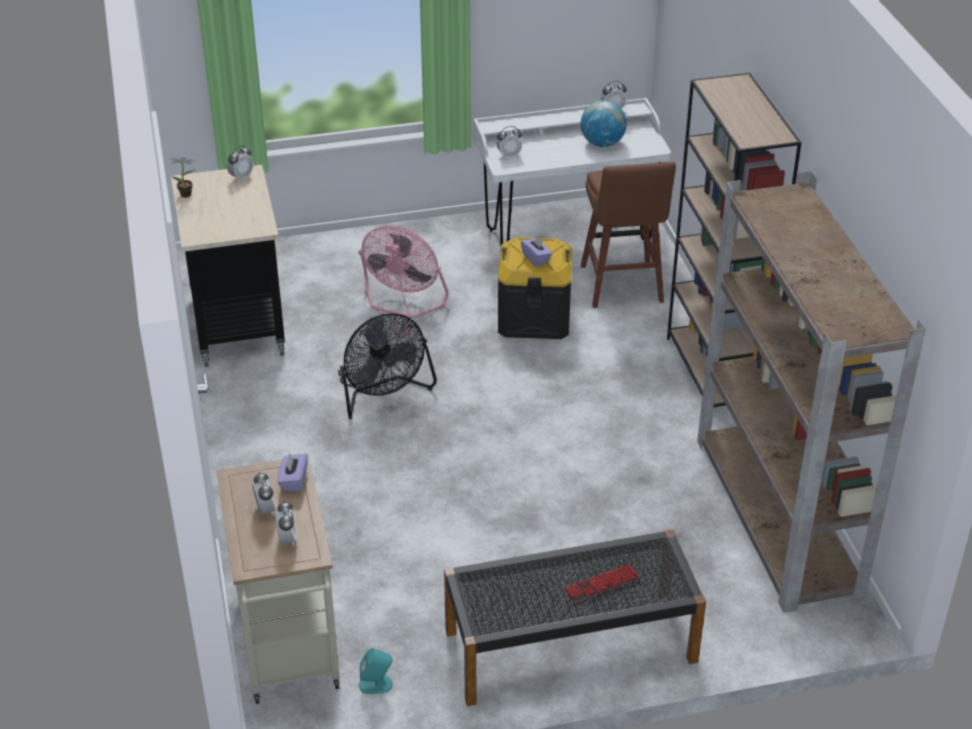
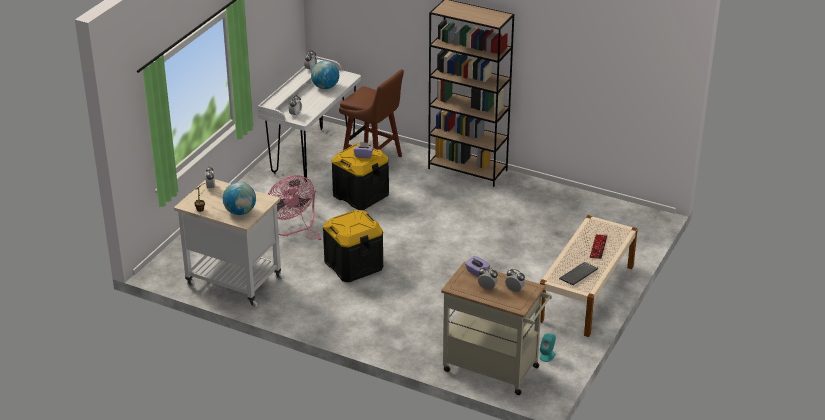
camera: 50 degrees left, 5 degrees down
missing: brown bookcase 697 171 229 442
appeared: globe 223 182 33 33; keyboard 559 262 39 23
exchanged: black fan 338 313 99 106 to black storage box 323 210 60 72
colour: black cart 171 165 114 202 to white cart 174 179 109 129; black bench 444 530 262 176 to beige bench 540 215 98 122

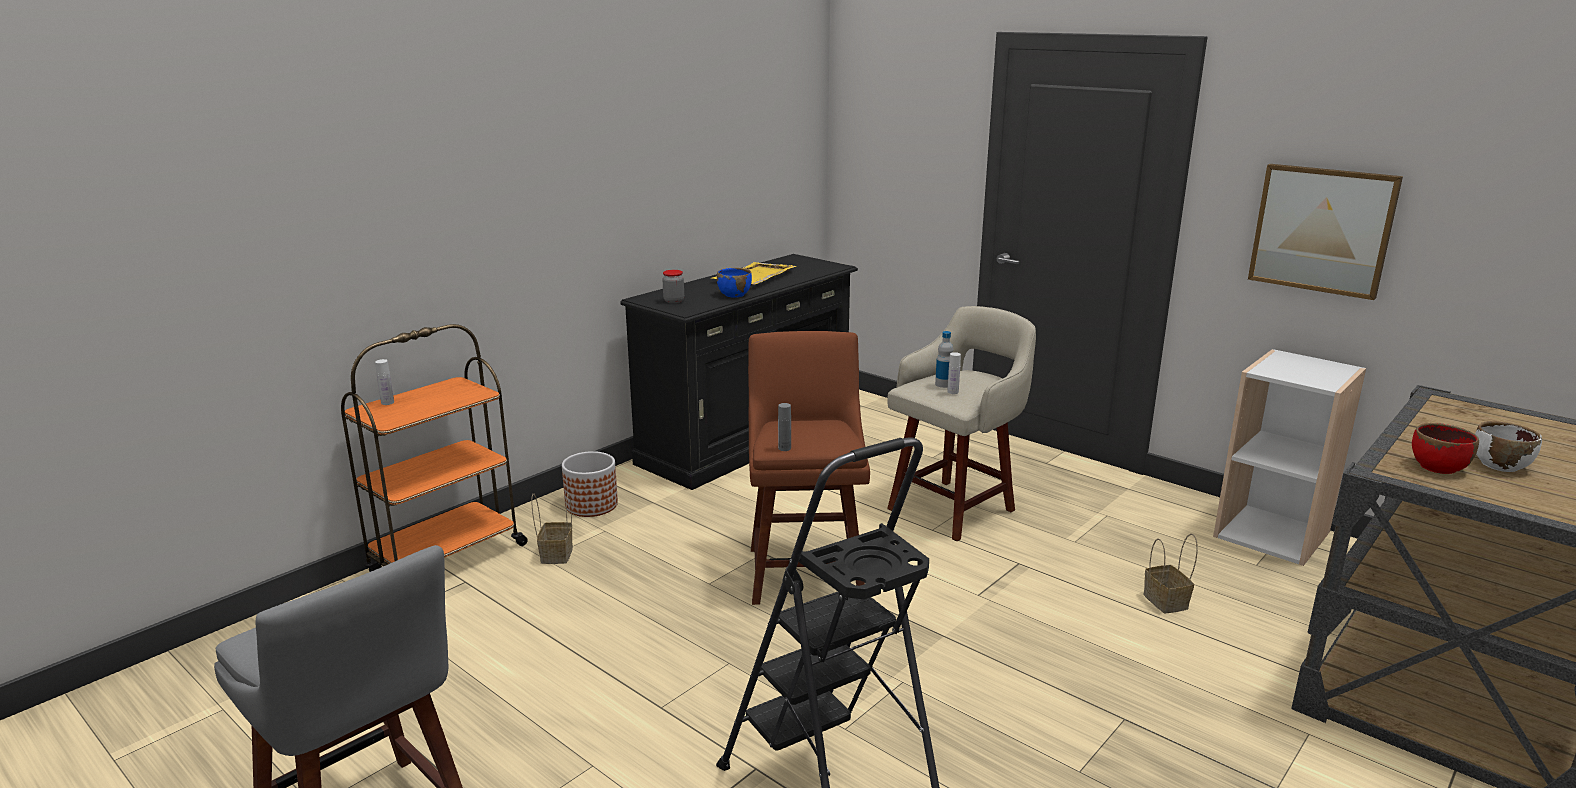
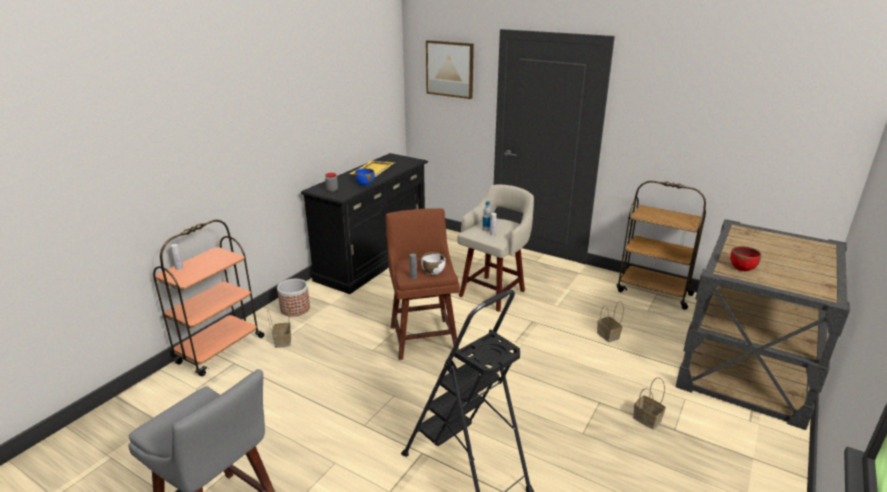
camera: 10 degrees left, 5 degrees up
appeared: basket 633 377 33 52
relocated: picture 1248 164 155 136 to 426 40 48 59; white bowl 1475 421 67 51 to 421 252 25 23
exchanged: bookcase 1213 349 153 217 to brown cart 616 181 90 129

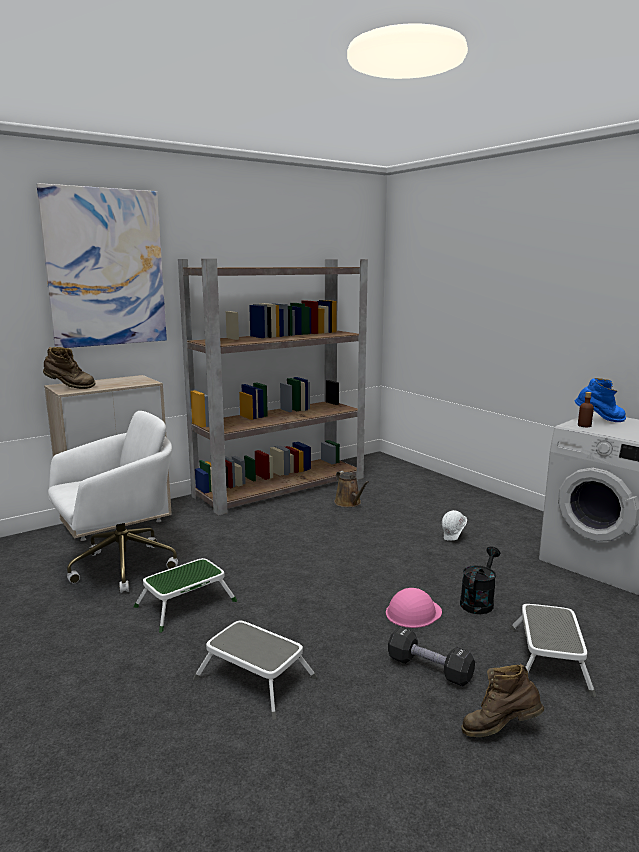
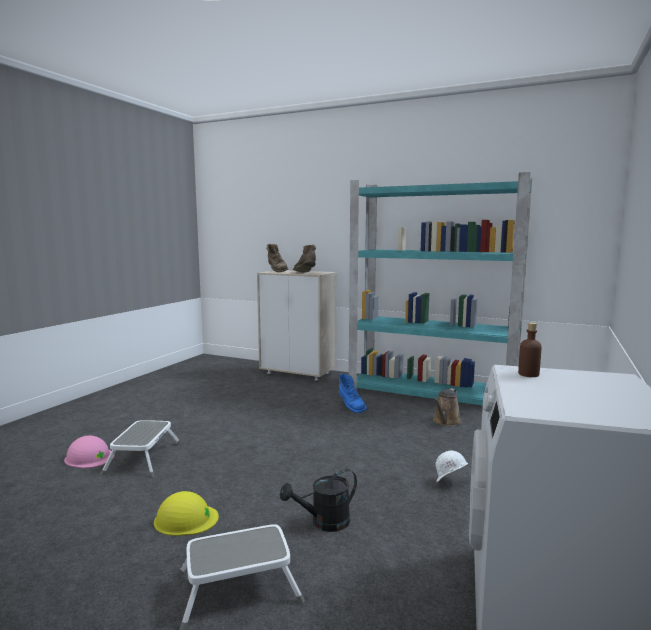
camera: 60 degrees right, 5 degrees down
missing: picture 36 183 131 165; white office chair 48 411 130 182; green step ladder 134 558 103 74
relocated: pink hard hat 386 588 56 40 to 64 436 51 32; brown boot 461 664 83 73 to 293 245 23 28; blue boot 574 378 52 44 to 339 374 28 39
exchanged: black dumbbell 388 626 87 61 to yellow hard hat 154 491 65 45
colour: brown bookcase 178 259 190 257 to turquoise bookcase 349 172 183 234
spun: black watering can 460 547 40 67 = 280 469 77 63 150 degrees clockwise

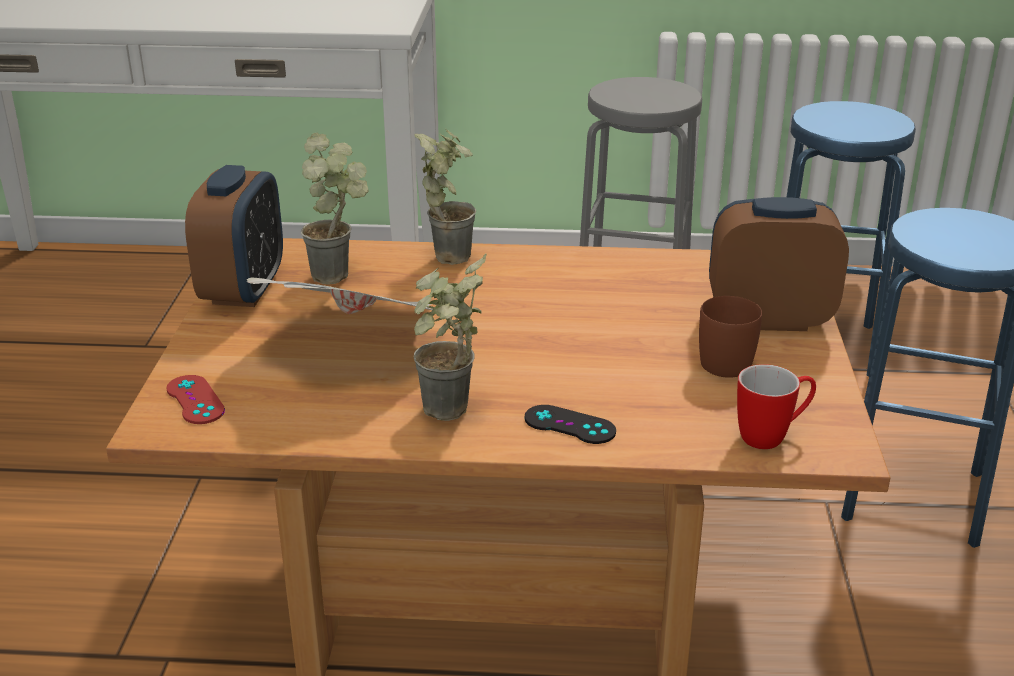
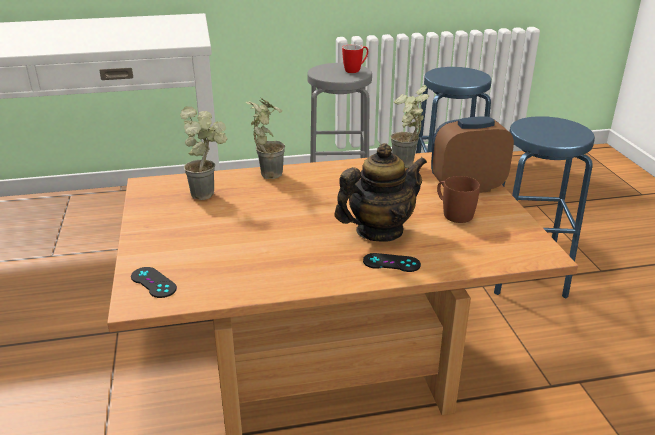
camera: 15 degrees left, 0 degrees up
missing: alarm clock 185 165 98 142; newspaper 247 278 185 36
appeared: teapot 335 143 92 98
relocated: potted plant 414 254 73 167 to 390 85 39 83; mug 737 364 79 85 to 342 44 26 29
colour: red game controller 166 375 59 49 to black game controller 131 267 46 31

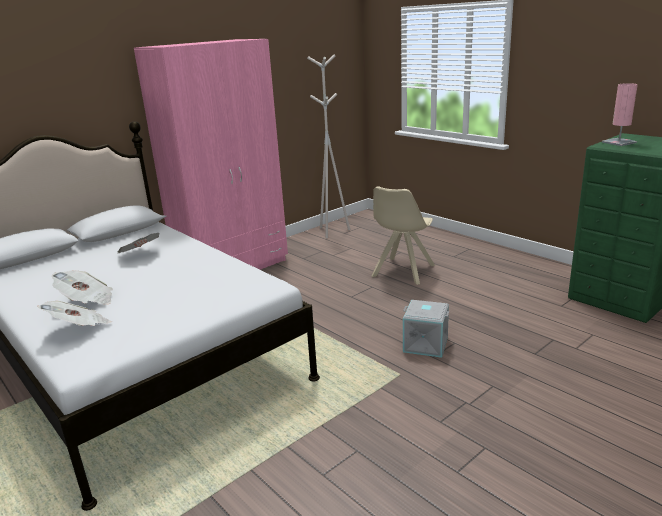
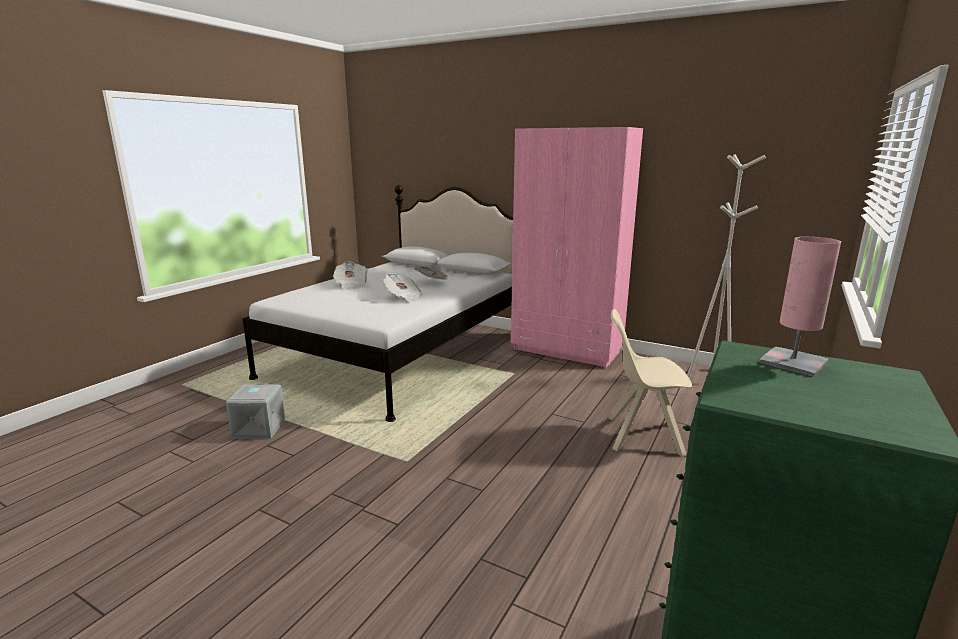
camera: 70 degrees right, 5 degrees down
relocated: newspaper 37 301 75 25 to 383 273 40 29; grey storage box 403 300 46 58 to 226 383 59 56

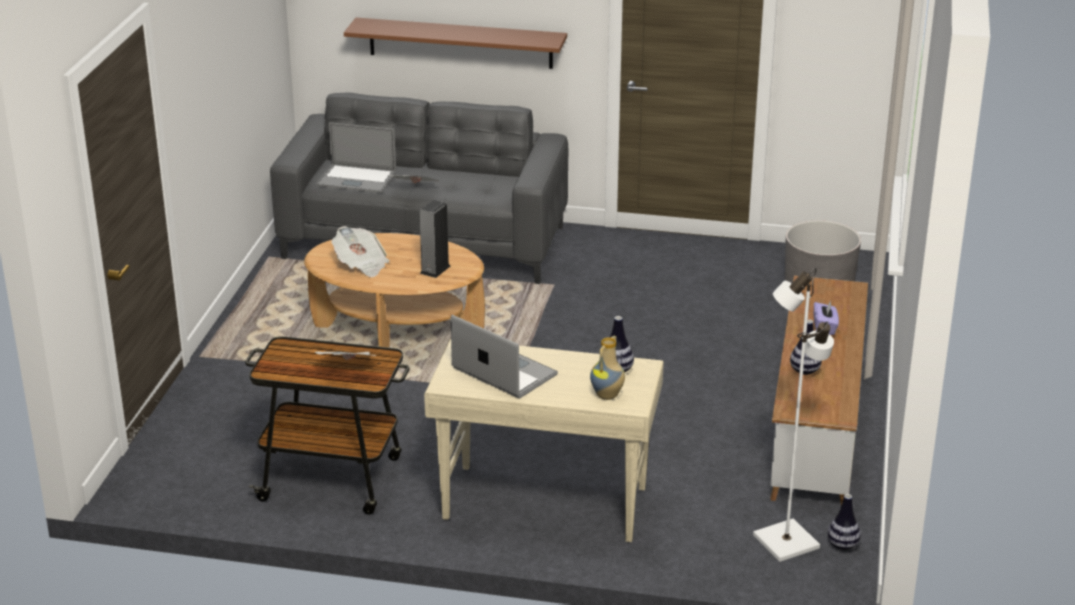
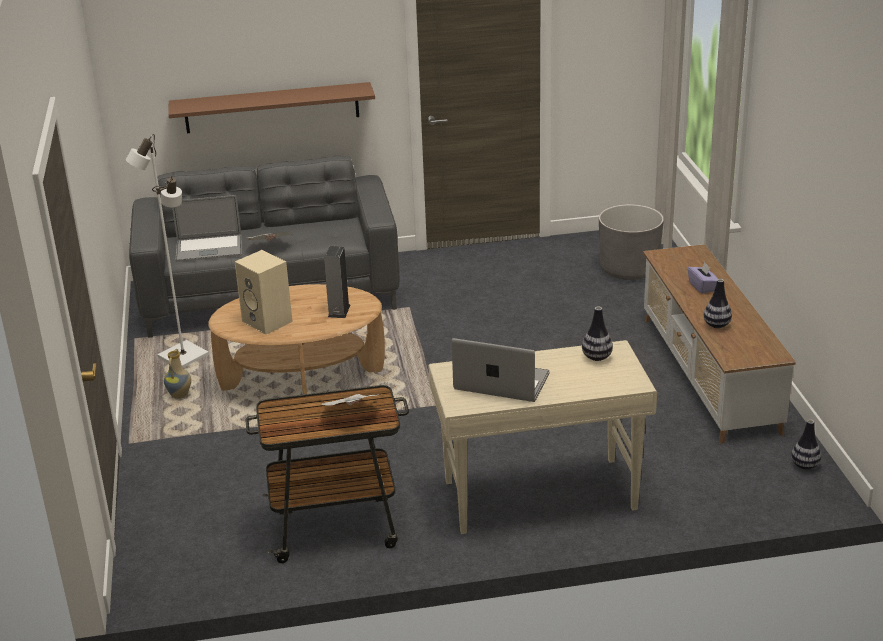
camera: 20 degrees left, 0 degrees up
relocated: vase 590 336 35 64 to 164 349 27 50; white floor lamp 753 268 81 294 to 126 134 83 234
exchanged: newspaper 332 226 58 51 to beige speaker 235 250 58 85

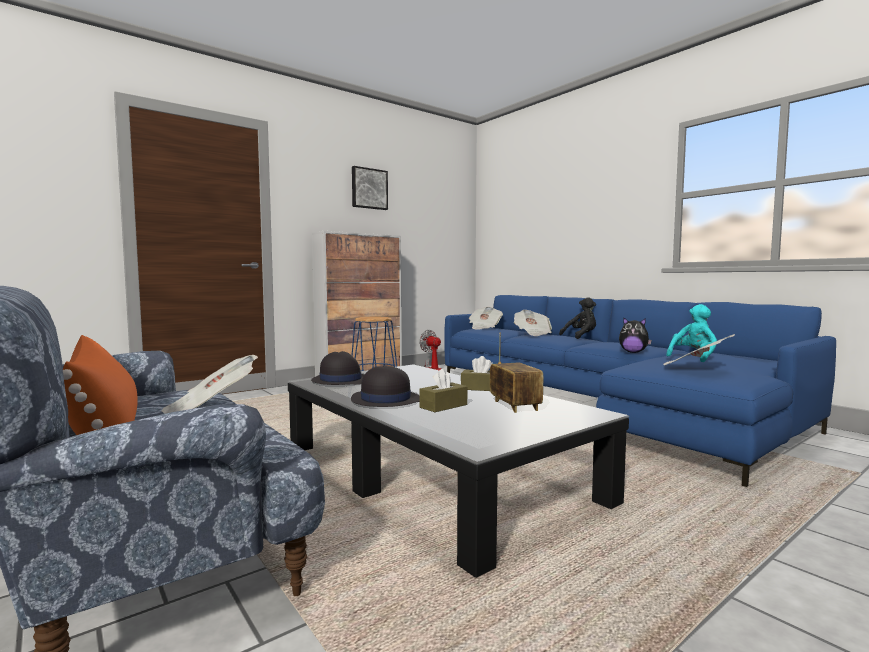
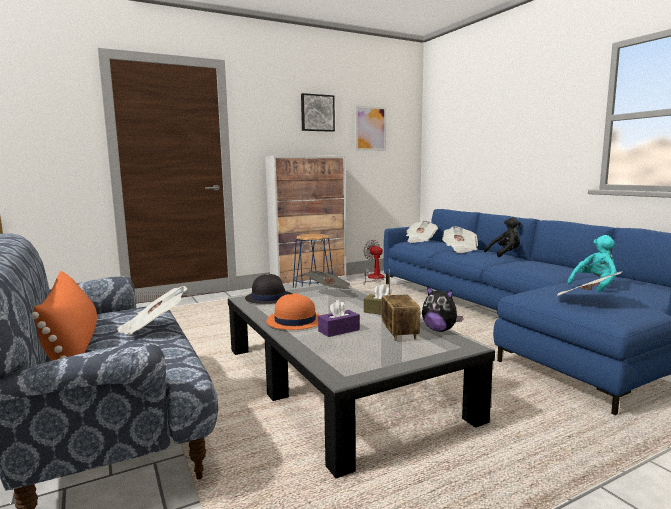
camera: 10 degrees right, 5 degrees up
appeared: newspaper 304 271 47 18; picture 355 106 31 45
relocated: plush toy 619 317 33 36 to 422 286 41 46
colour: black hat 351 365 69 42 to orange hat 266 293 54 37; brown tissue box 419 369 48 43 to purple tissue box 318 300 42 37

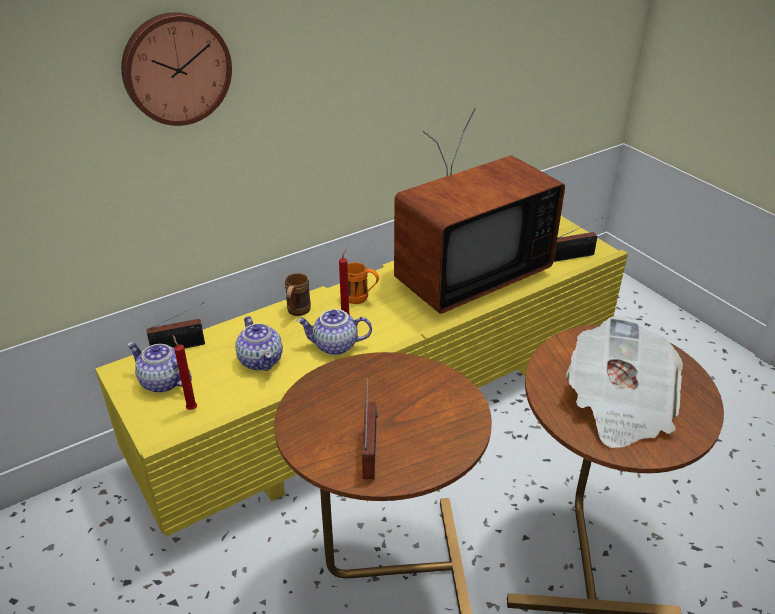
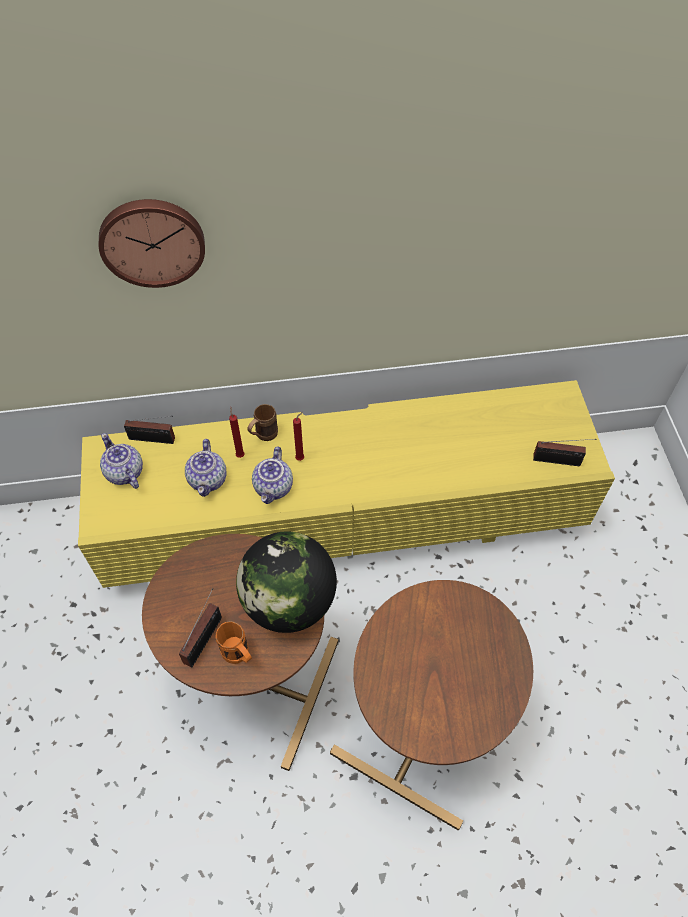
camera: 25 degrees right, 20 degrees up
missing: television 394 108 171 206; newspaper 566 316 117 132
appeared: globe 236 531 101 102
relocated: red candle 173 335 24 75 to 229 407 16 51; orange mug 347 262 32 42 to 216 621 36 43
spun: teapot 297 309 75 46 = 252 446 41 58 105 degrees counterclockwise

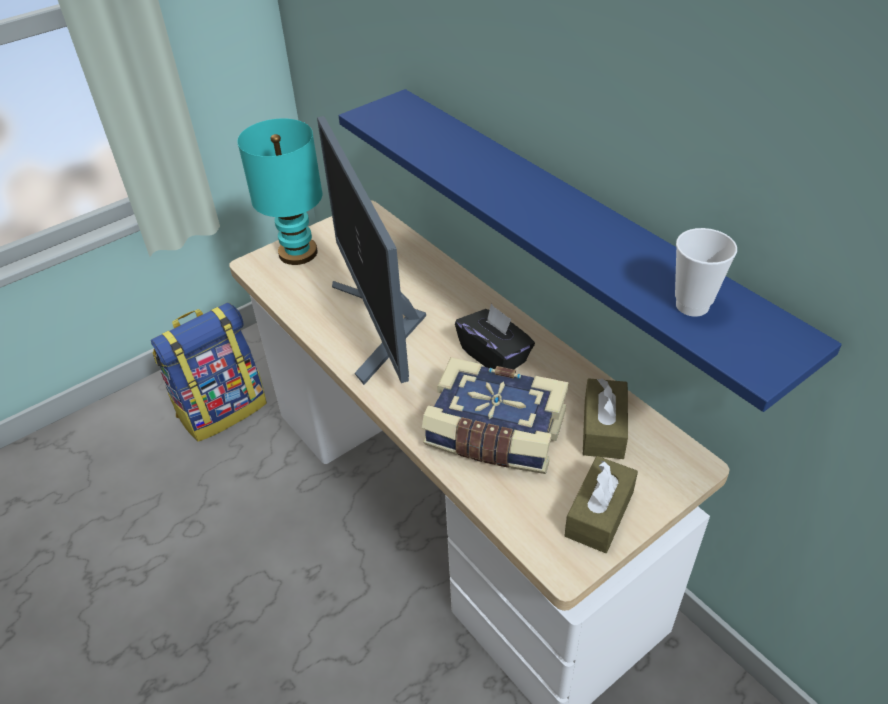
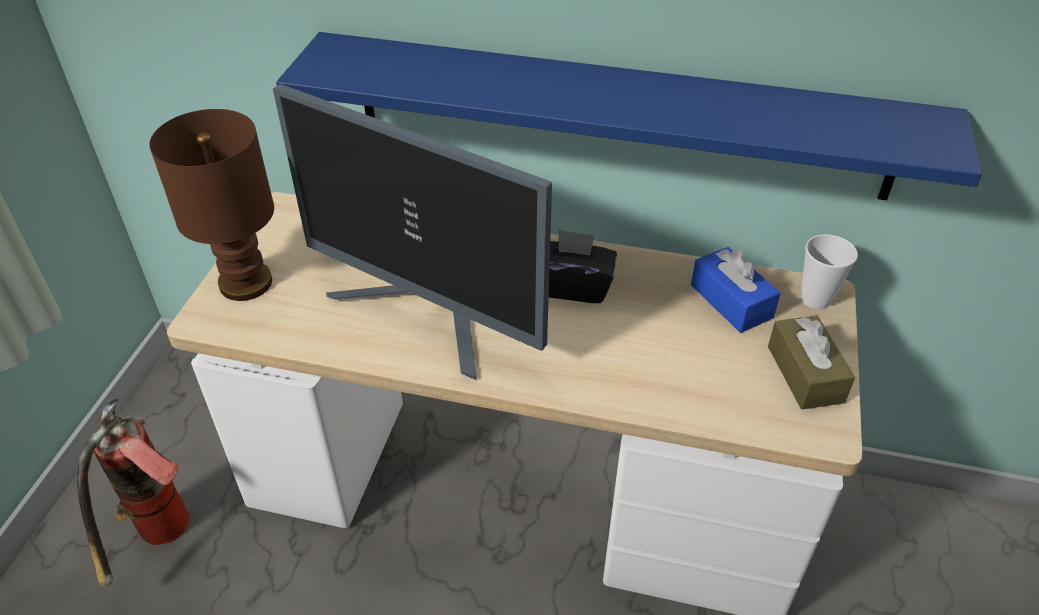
camera: 40 degrees left, 0 degrees up
missing: book 422 357 147 117
relocated: cup 675 228 62 89 to 801 234 57 75
exchanged: backpack 151 302 116 140 to fire extinguisher 77 399 113 189
colour: turquoise table lamp 237 118 85 147 to brown table lamp 149 109 125 192; brown tissue box 583 378 45 81 to blue tissue box 691 247 90 86

